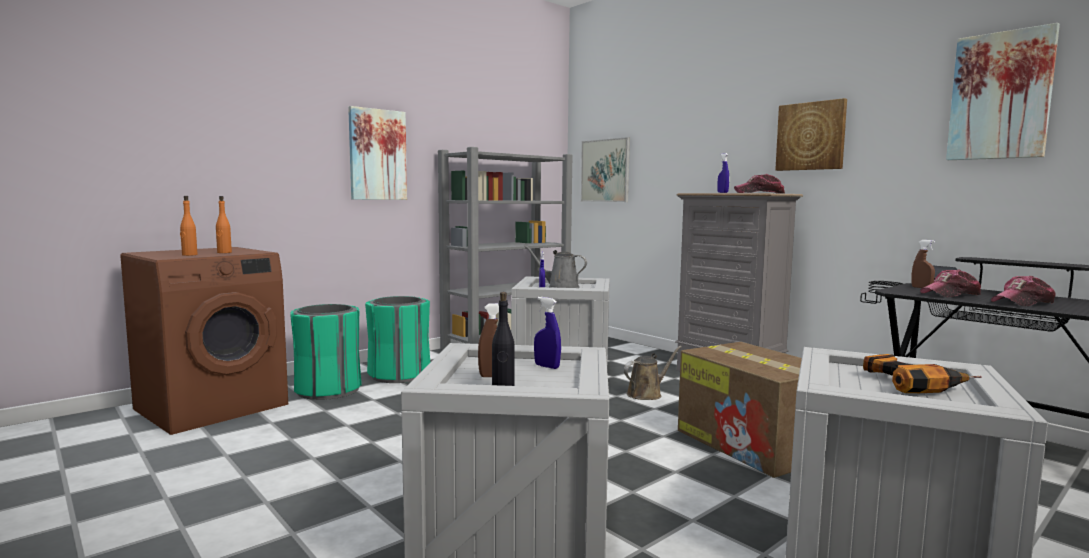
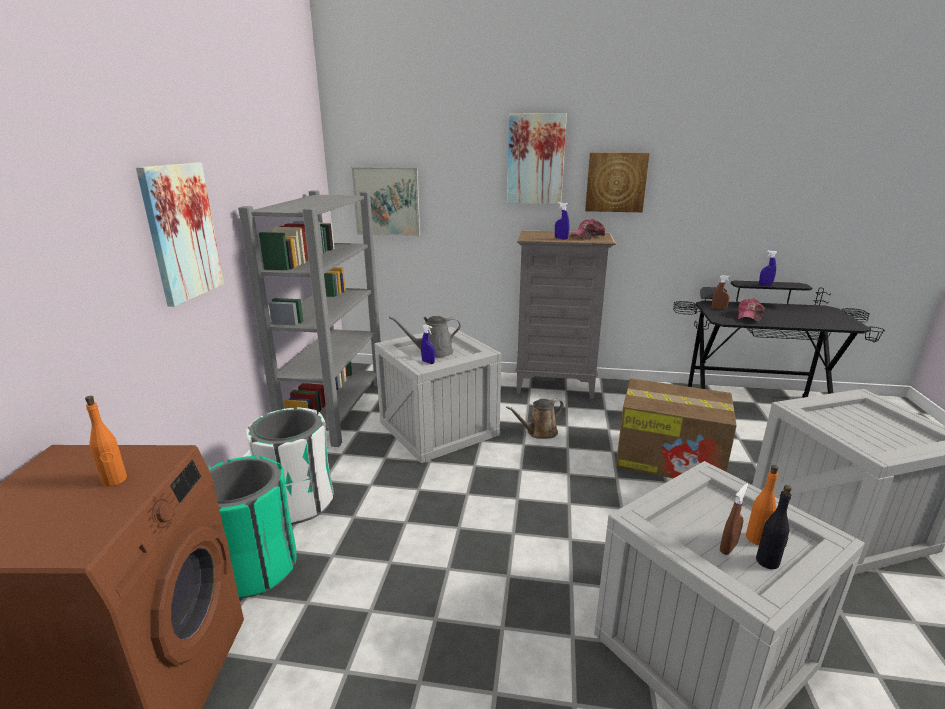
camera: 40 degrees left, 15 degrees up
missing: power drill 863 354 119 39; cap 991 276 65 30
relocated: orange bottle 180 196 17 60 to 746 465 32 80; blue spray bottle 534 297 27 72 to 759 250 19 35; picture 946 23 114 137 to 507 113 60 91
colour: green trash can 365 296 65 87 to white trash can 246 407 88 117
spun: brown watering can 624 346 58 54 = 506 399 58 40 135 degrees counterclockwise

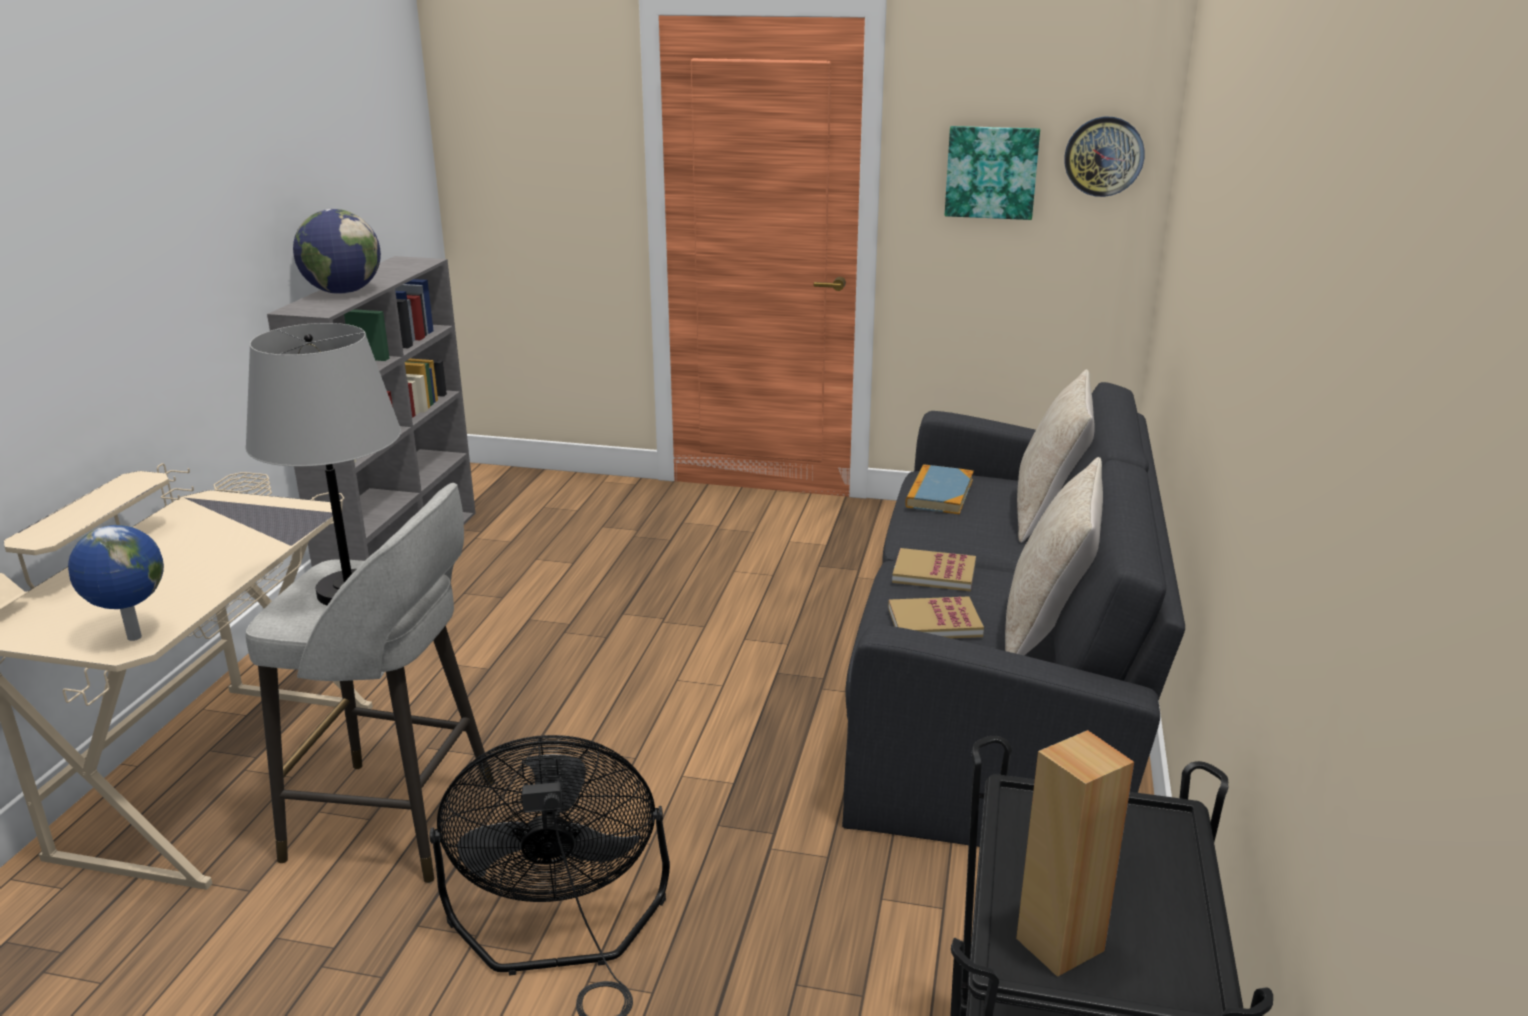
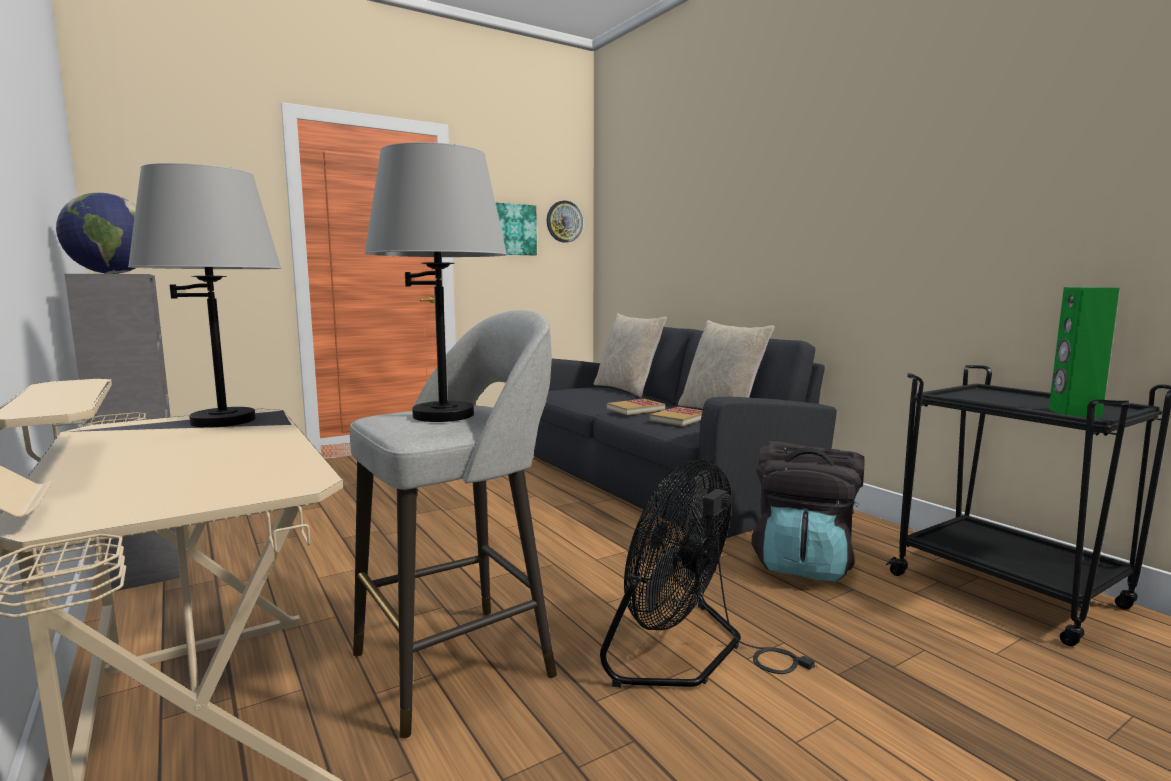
camera: 45 degrees left, 15 degrees down
missing: globe 68 525 96 116; book 905 464 69 50
appeared: grey table lamp 128 163 153 265; black backpack 752 441 112 141
colour: brown speaker 1016 730 118 247 to green speaker 1049 287 70 131

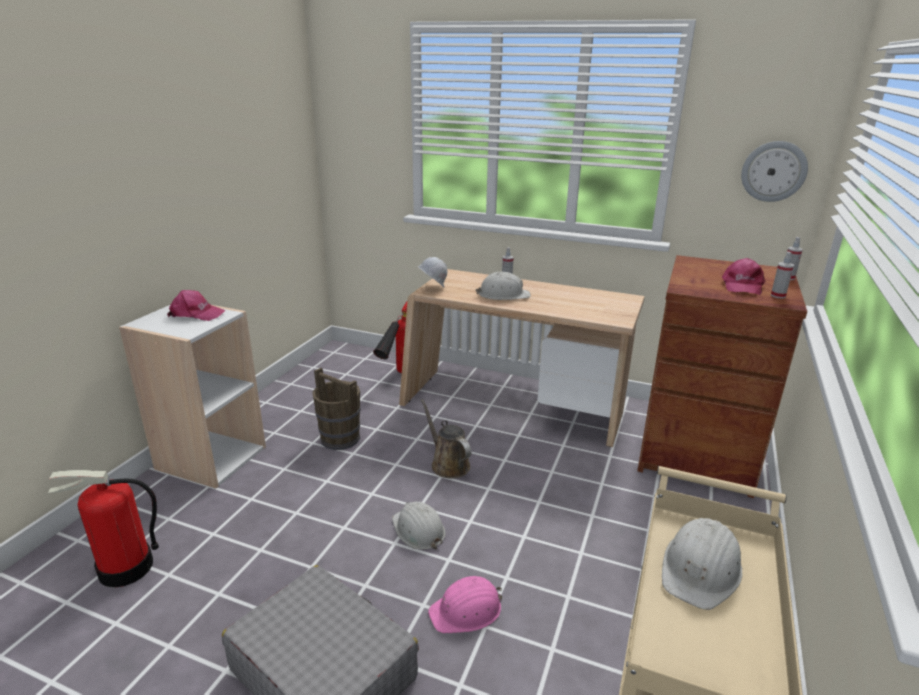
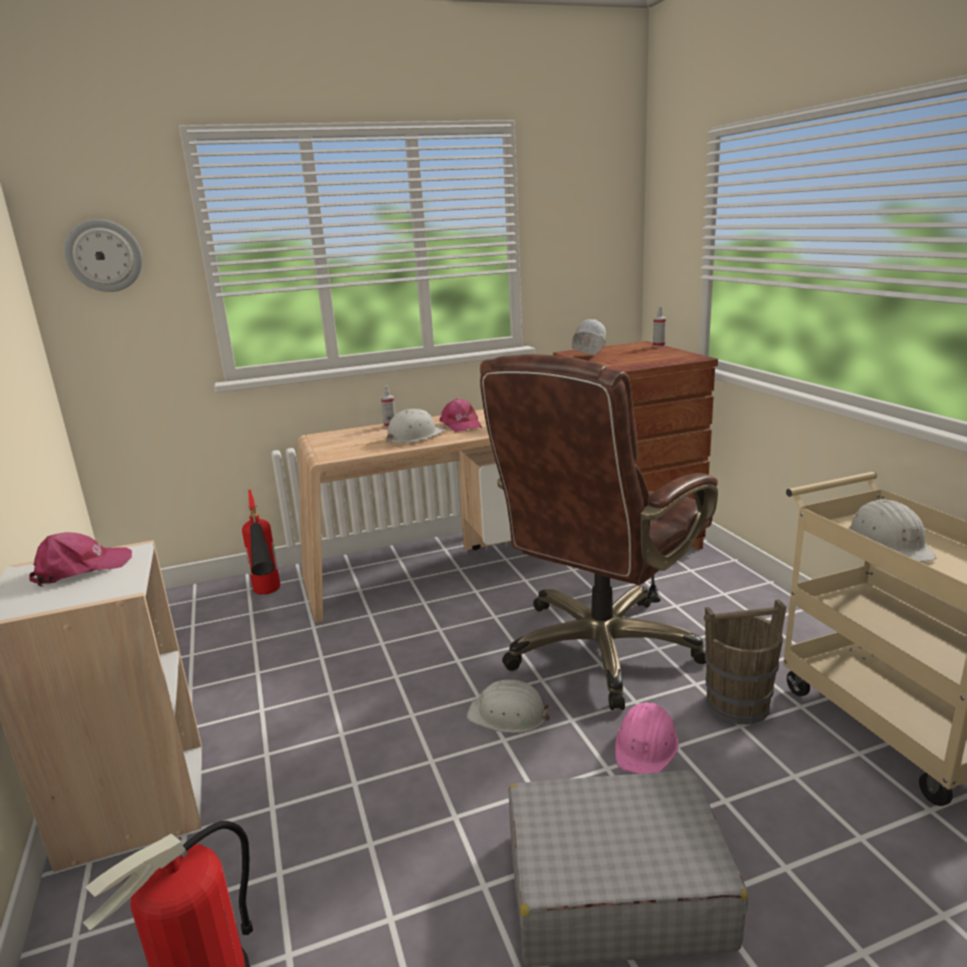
camera: 40 degrees left, 5 degrees down
missing: brown watering can 421 399 50 79; spray bottle 771 252 23 47
appeared: brown office chair 480 354 238 356
relocated: brown bucket 312 368 49 82 to 704 599 83 125; white hard hat 418 257 29 30 to 572 319 34 36; pink cap 722 258 43 37 to 440 399 42 33; wall clock 741 141 67 61 to 64 219 79 73

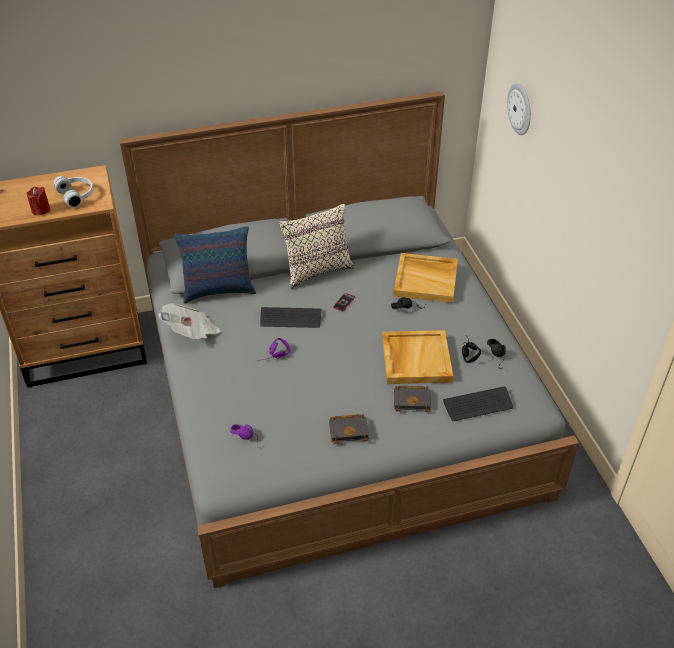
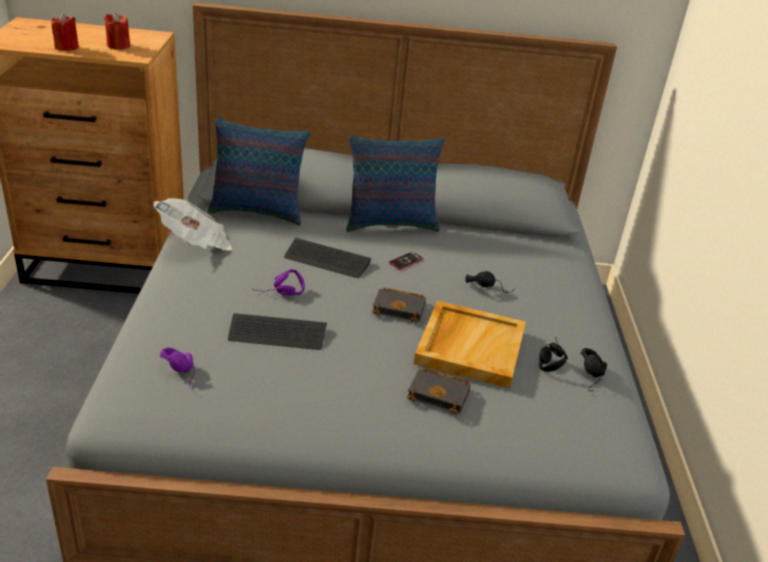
camera: 15 degrees right, 10 degrees down
missing: beige tray 393 253 65 50; wall clock 507 83 24 52
relocated: black book 329 414 40 30 to 372 287 54 36; keyboard 443 387 70 34 to 228 313 99 37
exchanged: white headphones 53 176 40 32 to red candle 104 13 26 37
colour: beige pillow 278 204 77 85 to blue pillow 346 135 98 97

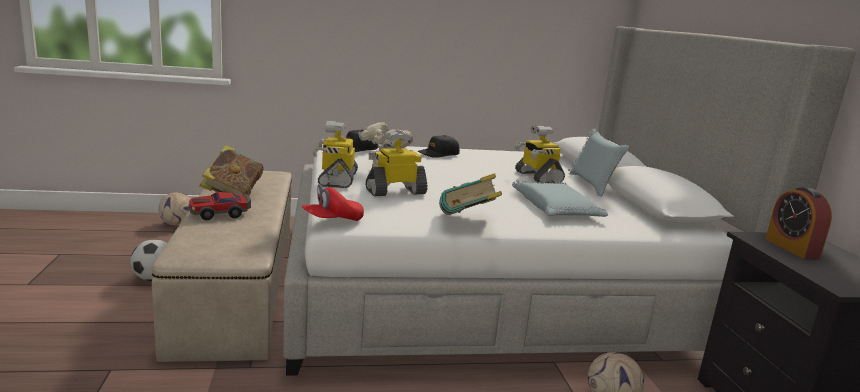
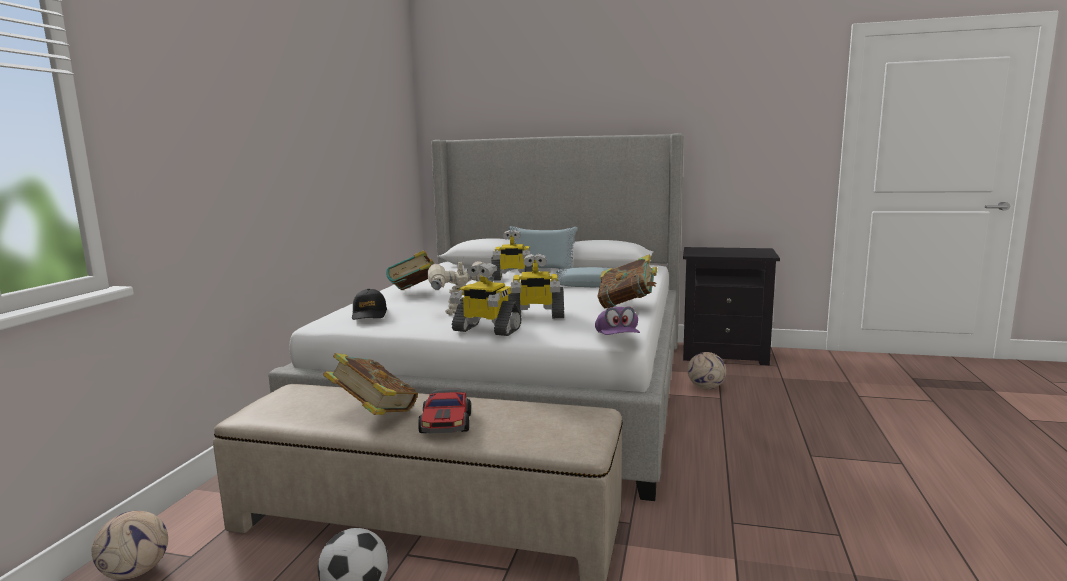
camera: 65 degrees left, 5 degrees down
missing: alarm clock 765 187 67 72
exchanged: black cap 418 135 42 23 to book 386 250 48 40
colour: red cap 302 184 62 37 to purple cap 595 306 45 29
spun: toy robot 366 129 62 67 = 508 253 56 65 90 degrees counterclockwise

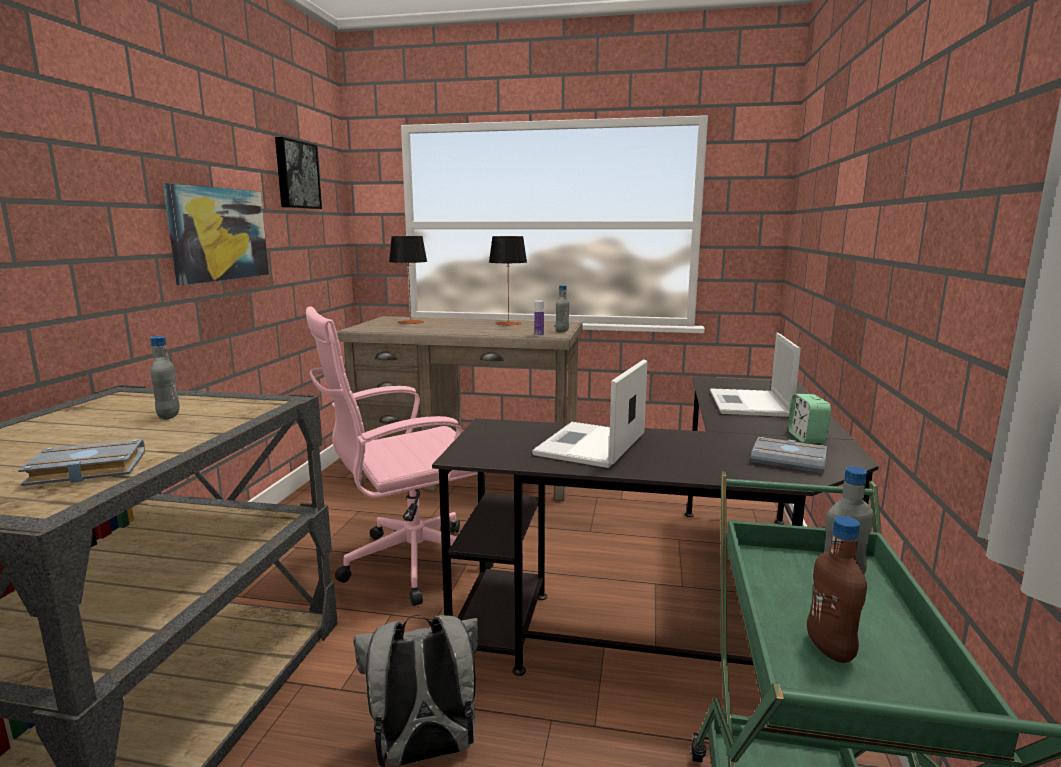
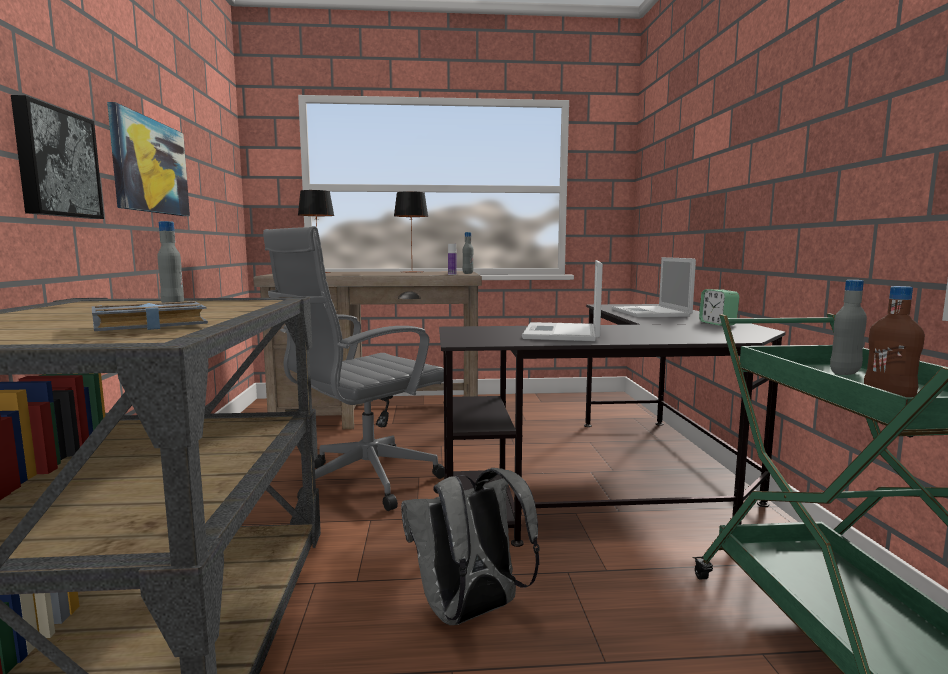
camera: 15 degrees left, 5 degrees down
missing: grey book 751 437 76 36
relocated: picture 275 137 47 72 to 11 95 93 124
colour: pink office chair 306 306 187 300 to grey office chair 263 226 182 285

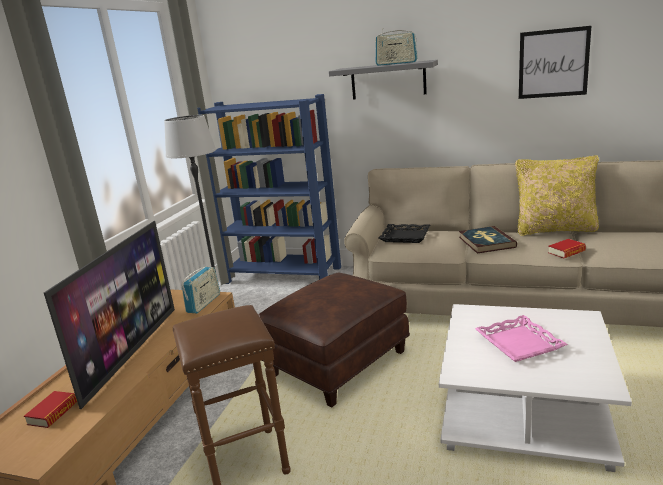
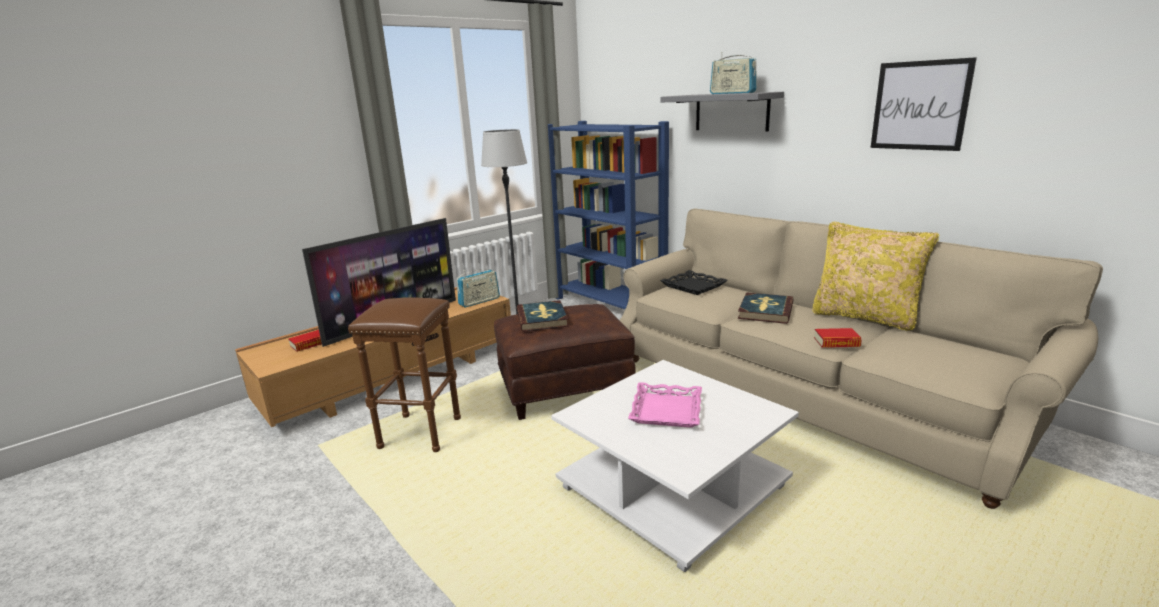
camera: 30 degrees right, 0 degrees up
appeared: book 517 300 52 32

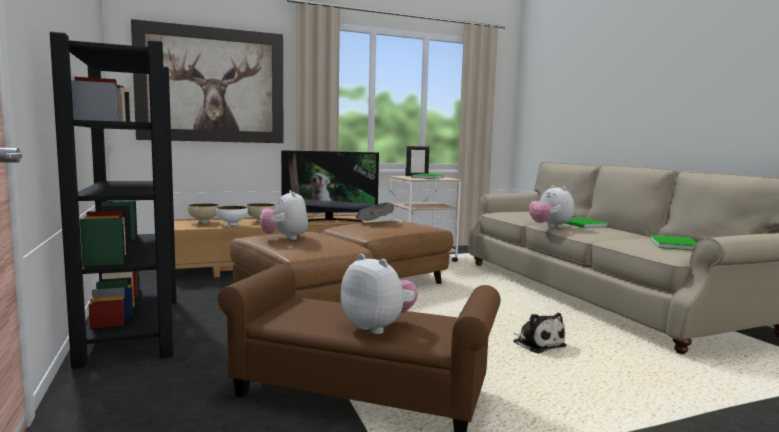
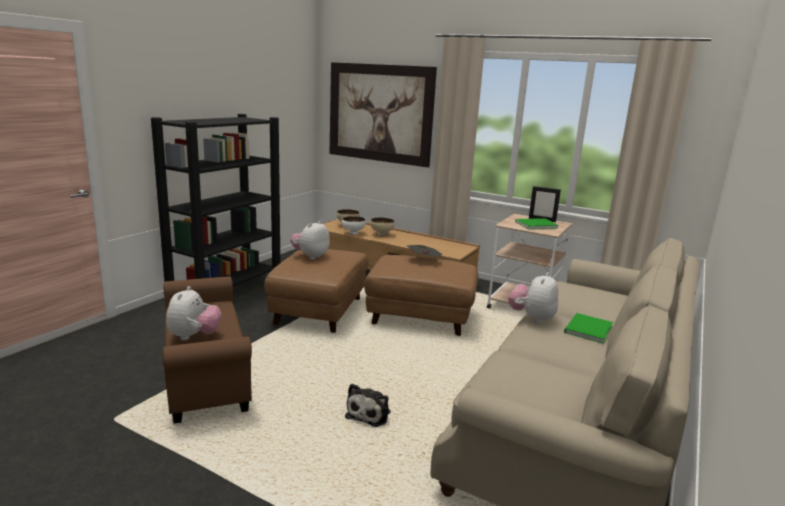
camera: 50 degrees right, 10 degrees up
missing: television 281 150 98 73; green book 650 235 47 15

